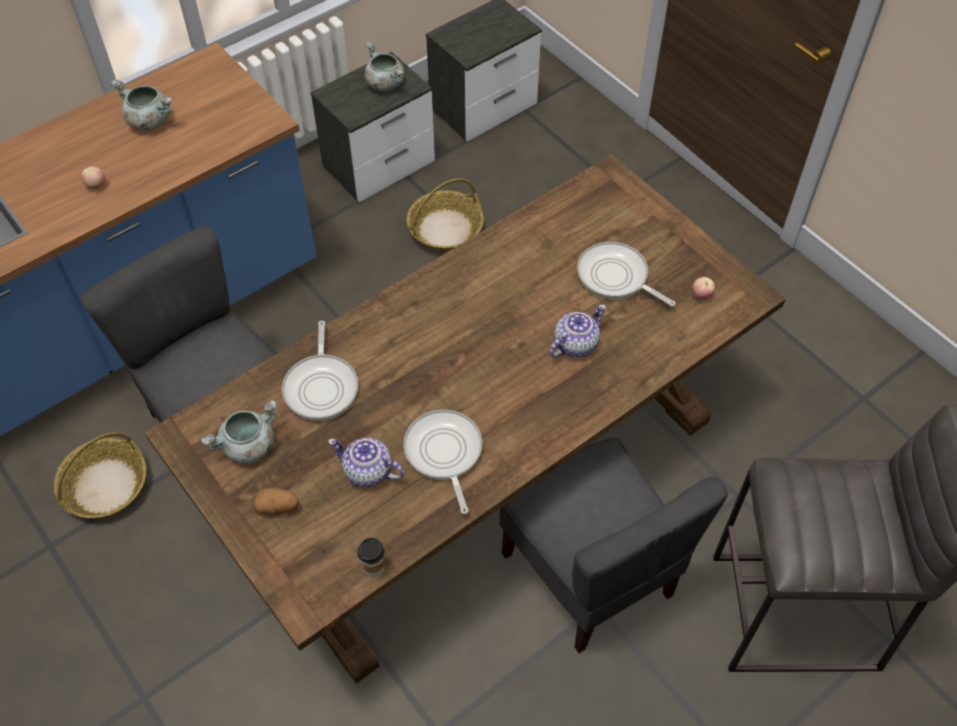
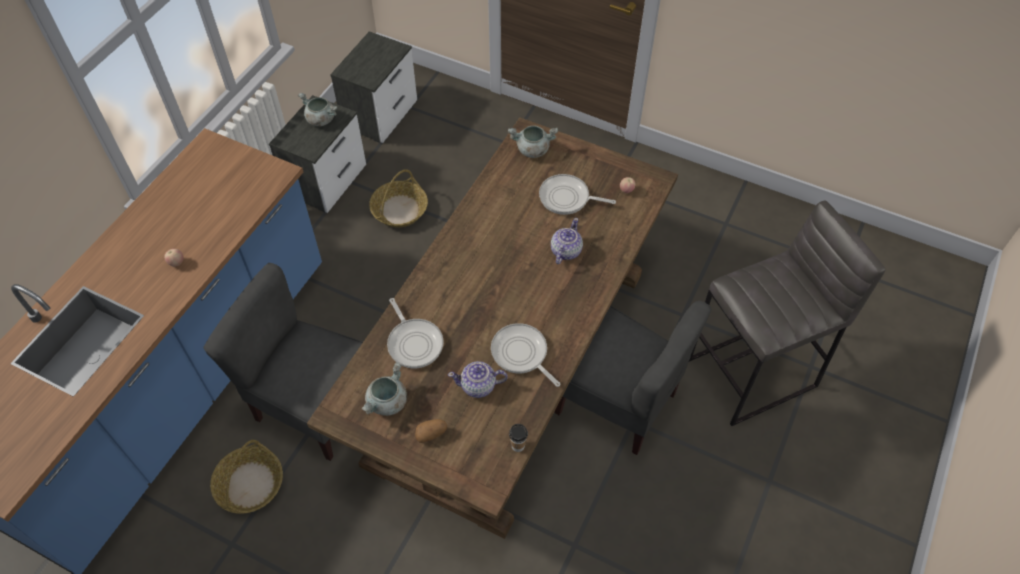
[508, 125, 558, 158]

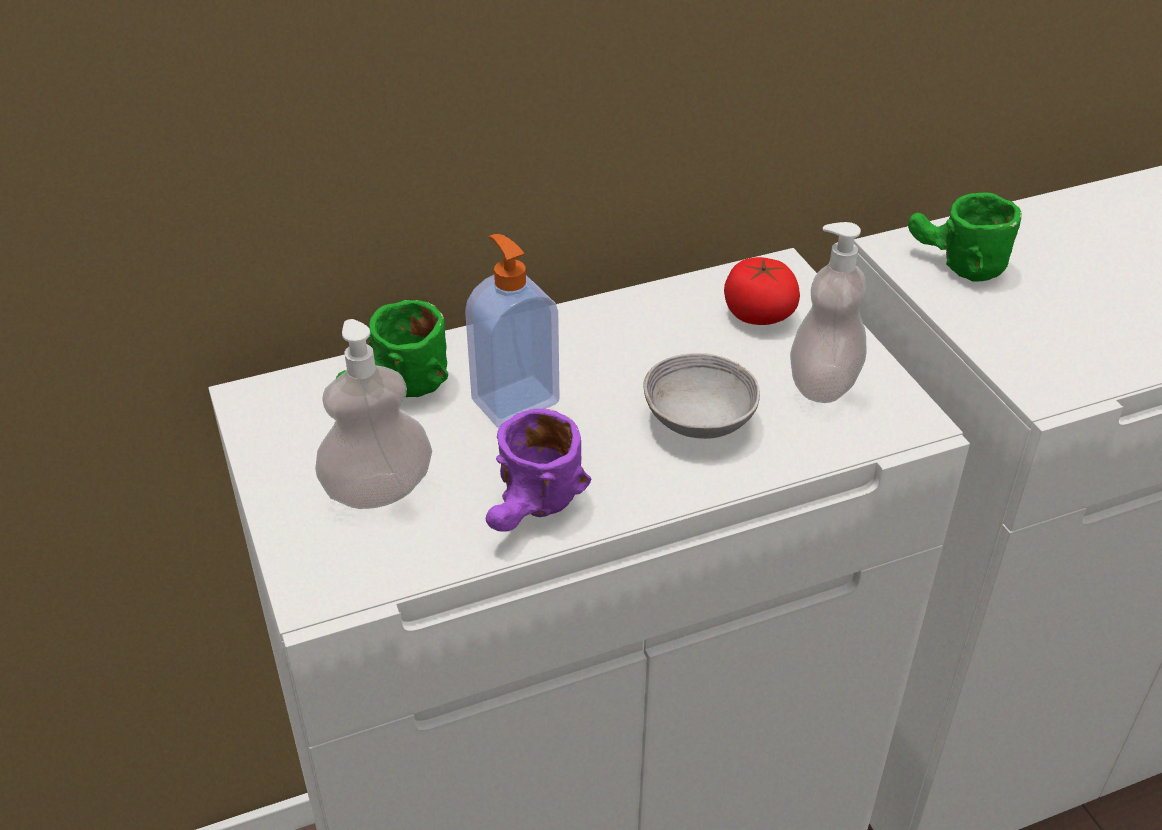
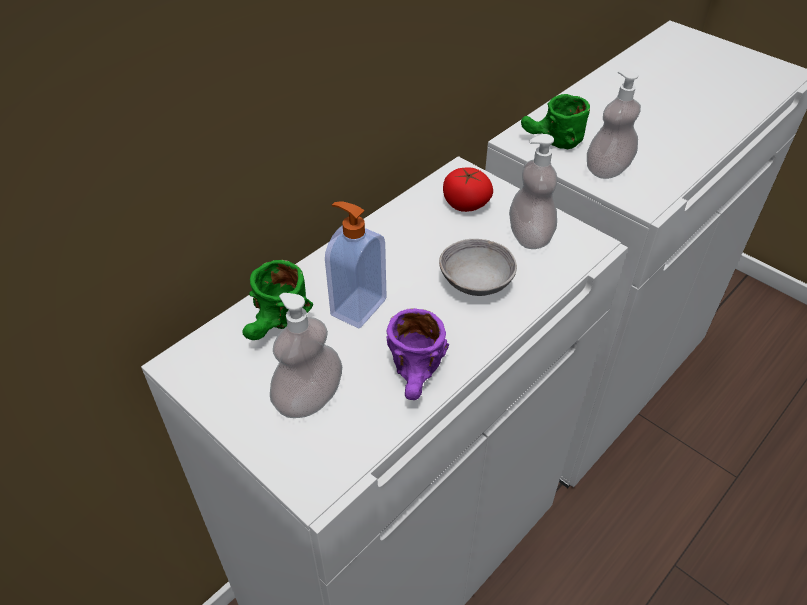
[587, 70, 641, 179]

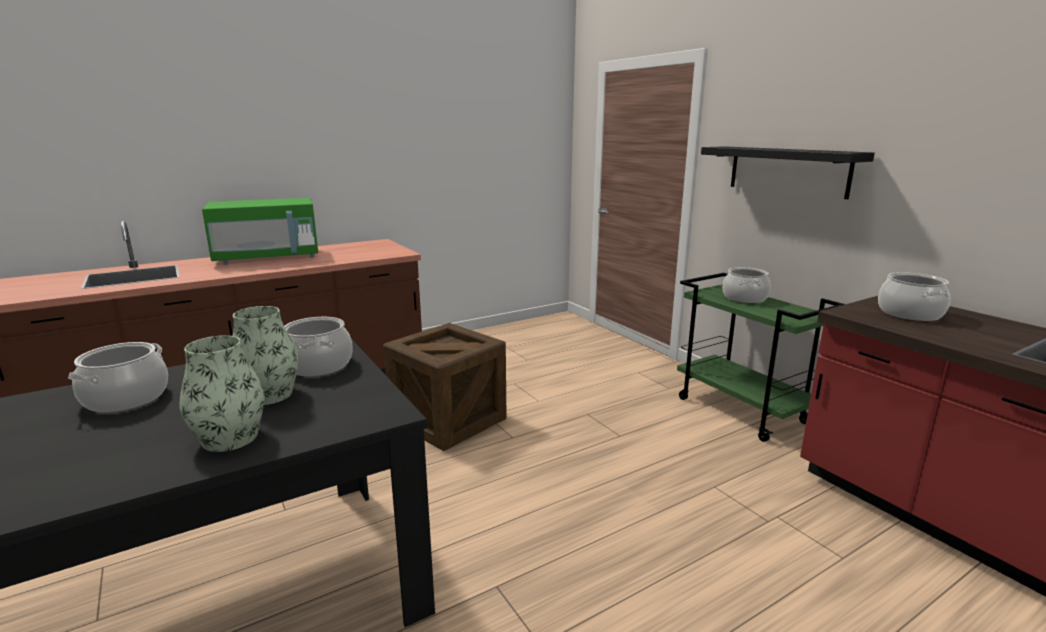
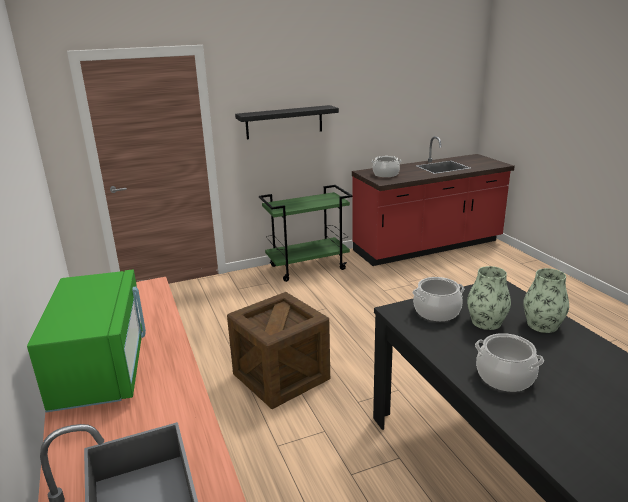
[723, 267, 771, 303] (first image)

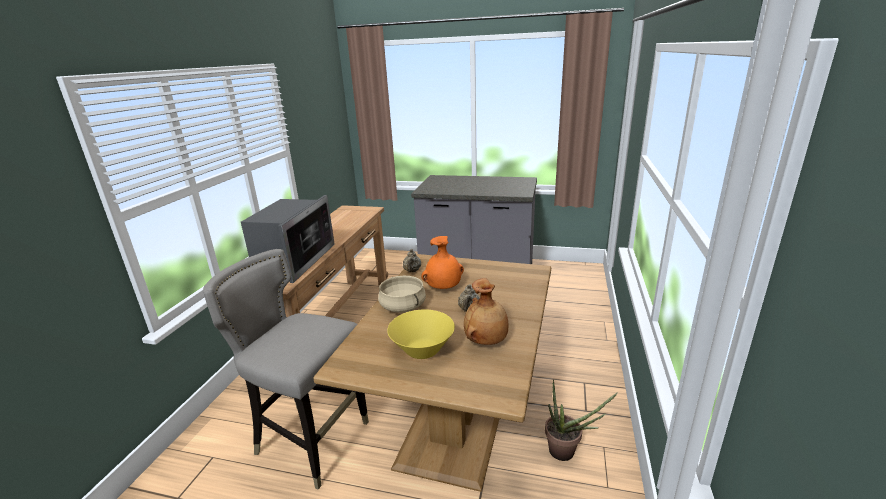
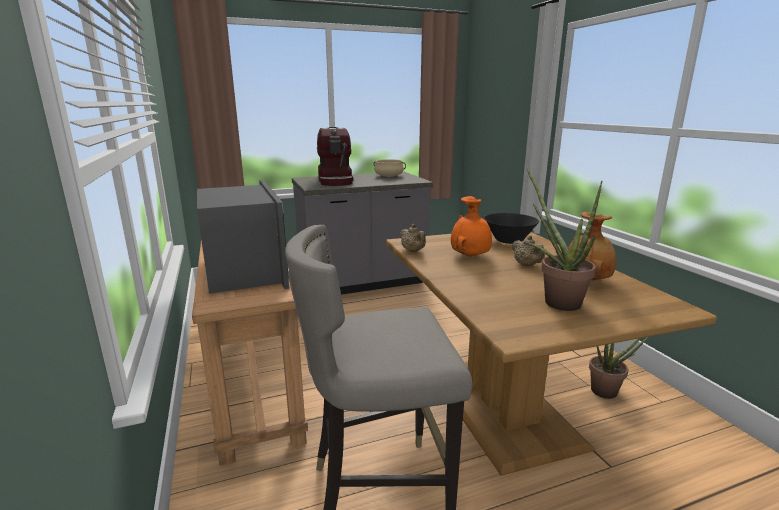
[374, 159, 406, 177]
[527, 168, 603, 311]
[317, 127, 354, 186]
[484, 213, 539, 244]

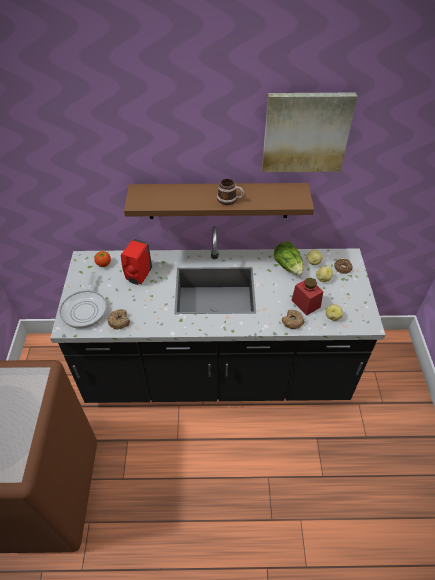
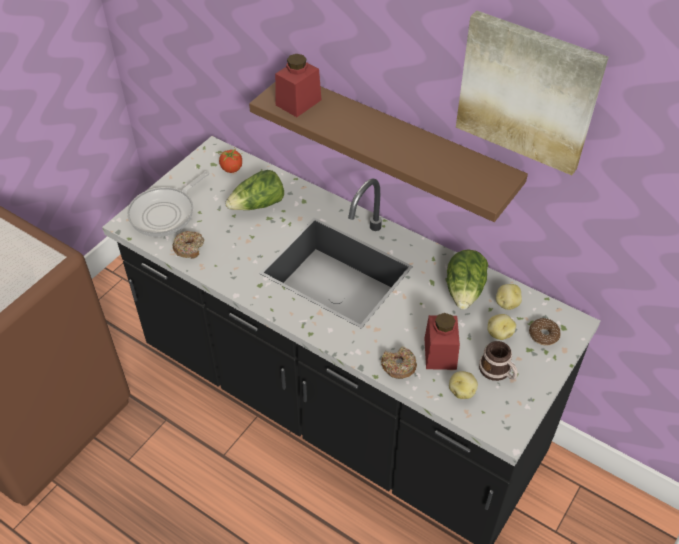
[479, 341, 518, 381]
[225, 170, 284, 210]
[275, 54, 321, 117]

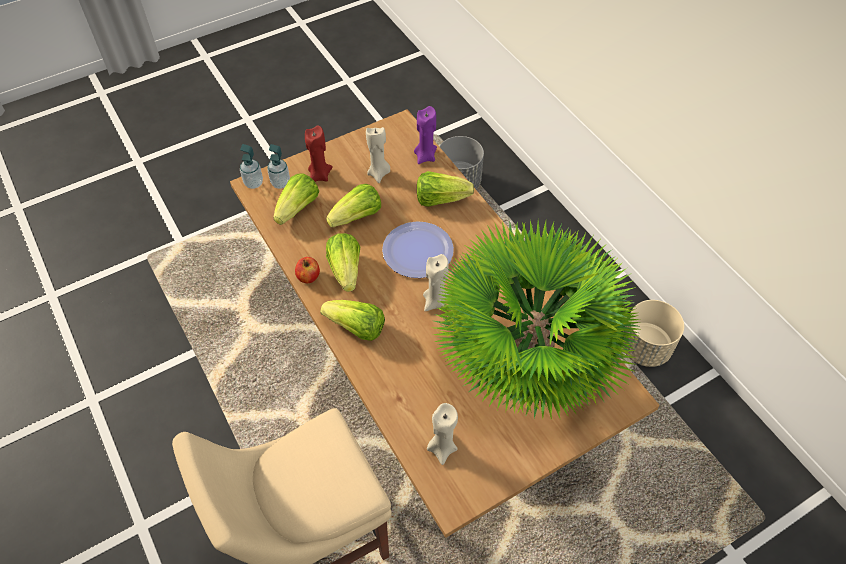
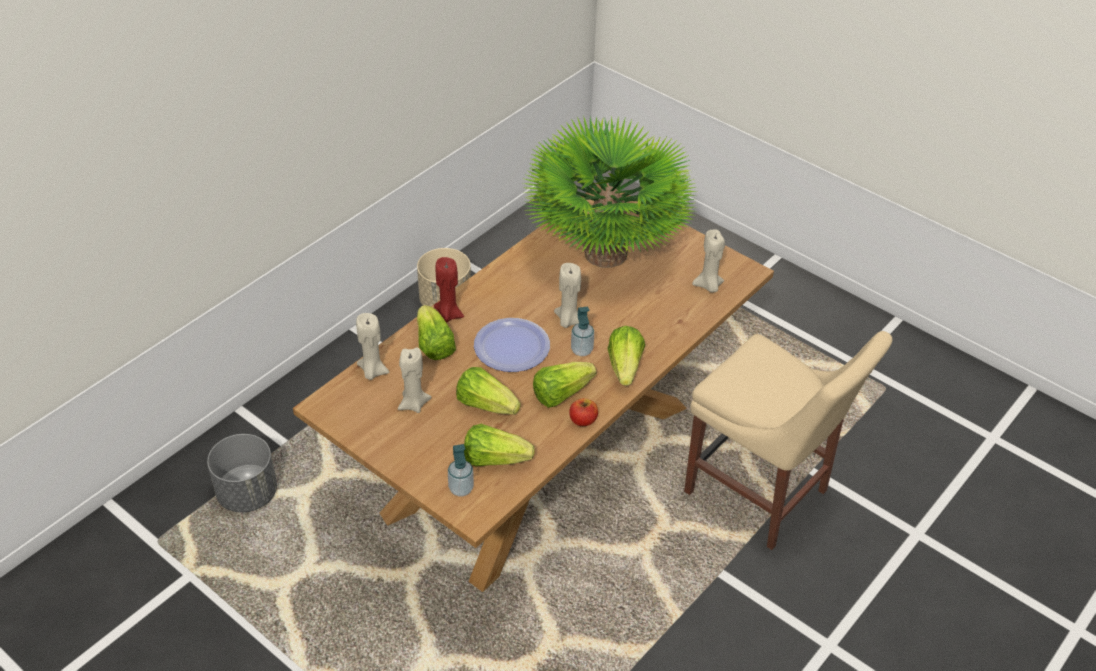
[356, 313, 390, 380]
[434, 257, 464, 323]
[571, 307, 594, 356]

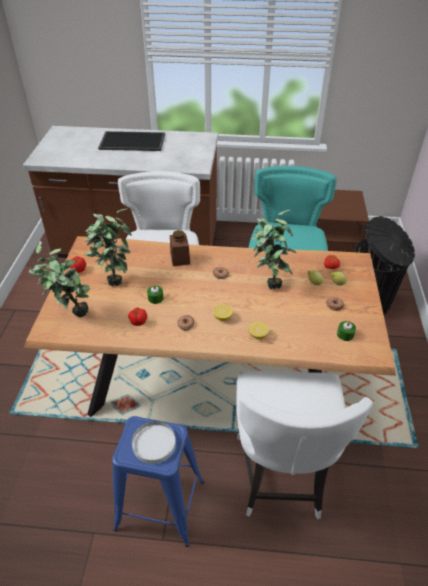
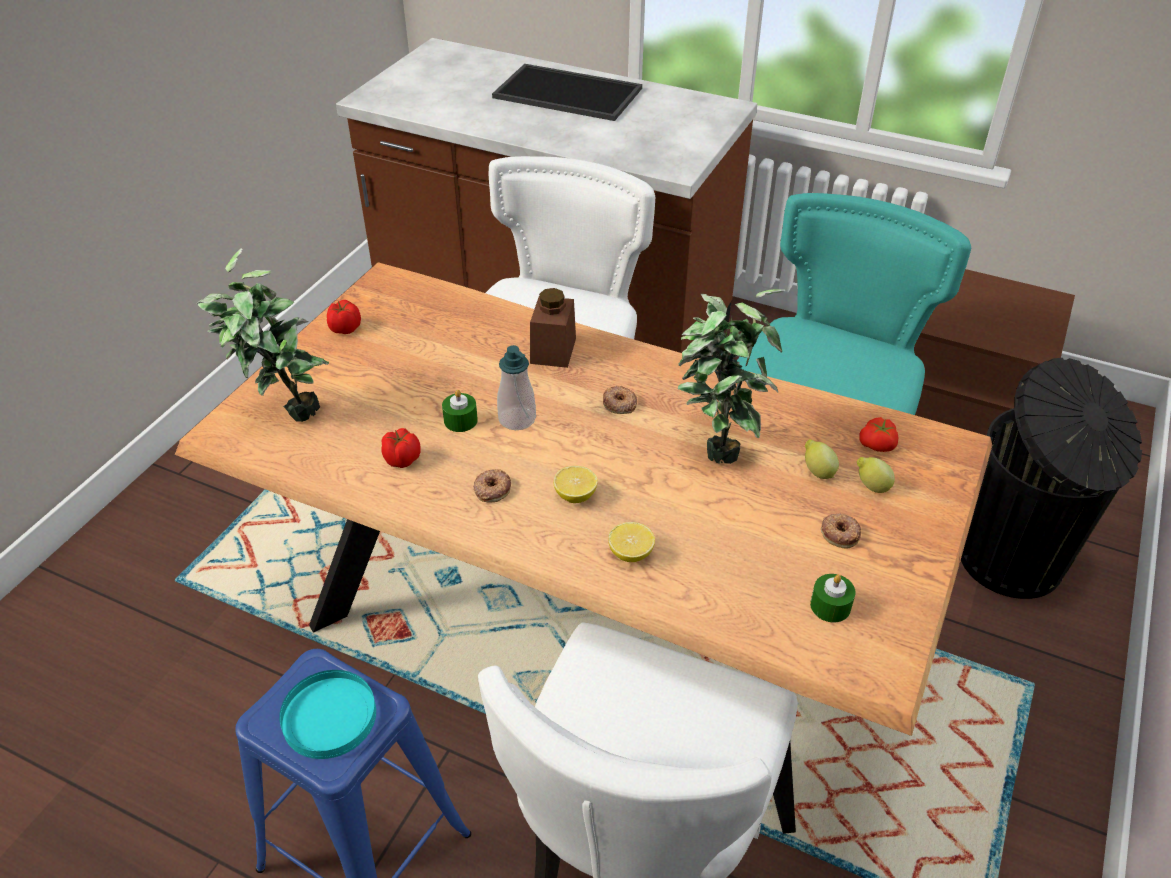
[85, 209, 132, 286] (first image)
[279, 670, 376, 759]
[497, 345, 536, 430]

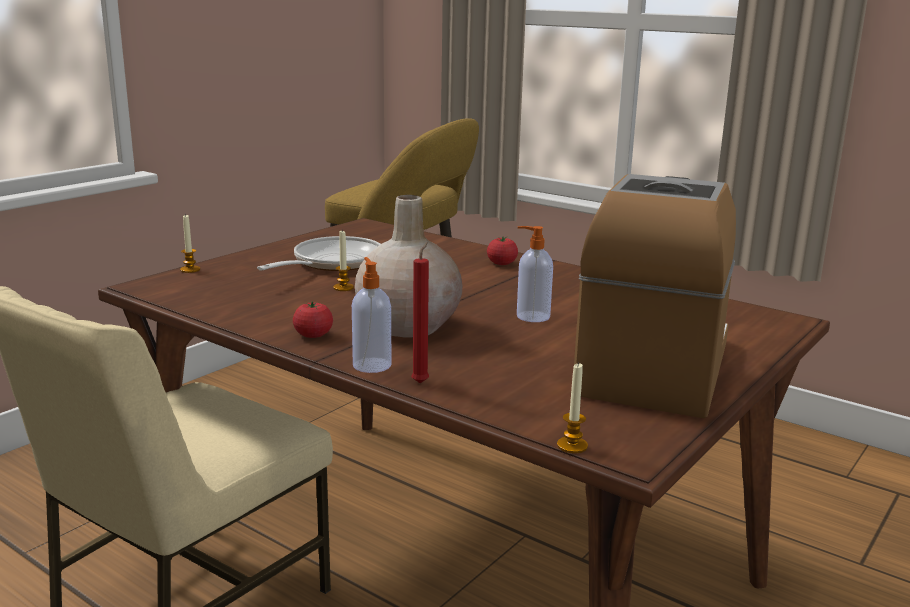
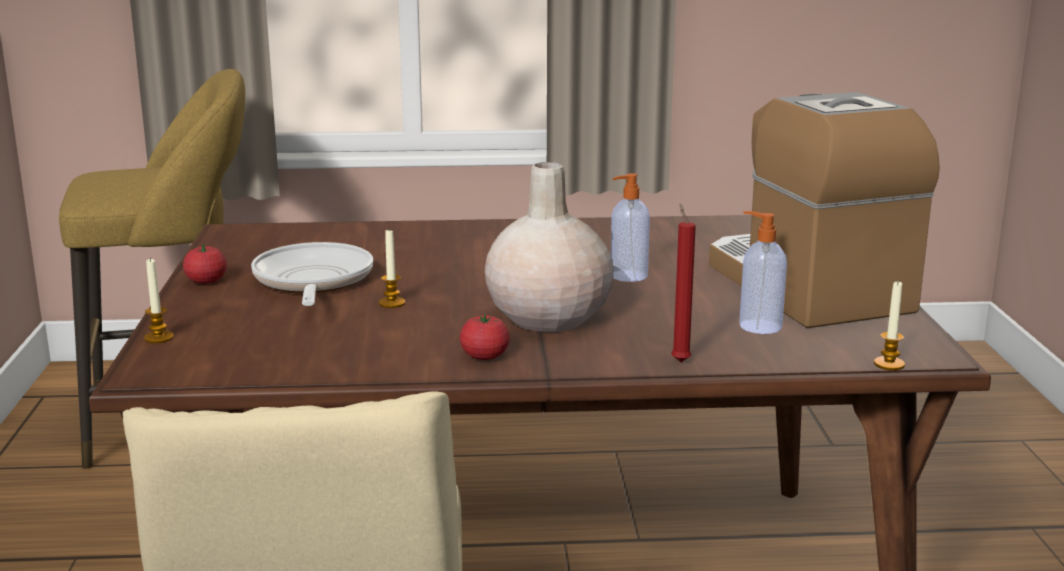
[183, 244, 227, 284]
[739, 211, 787, 334]

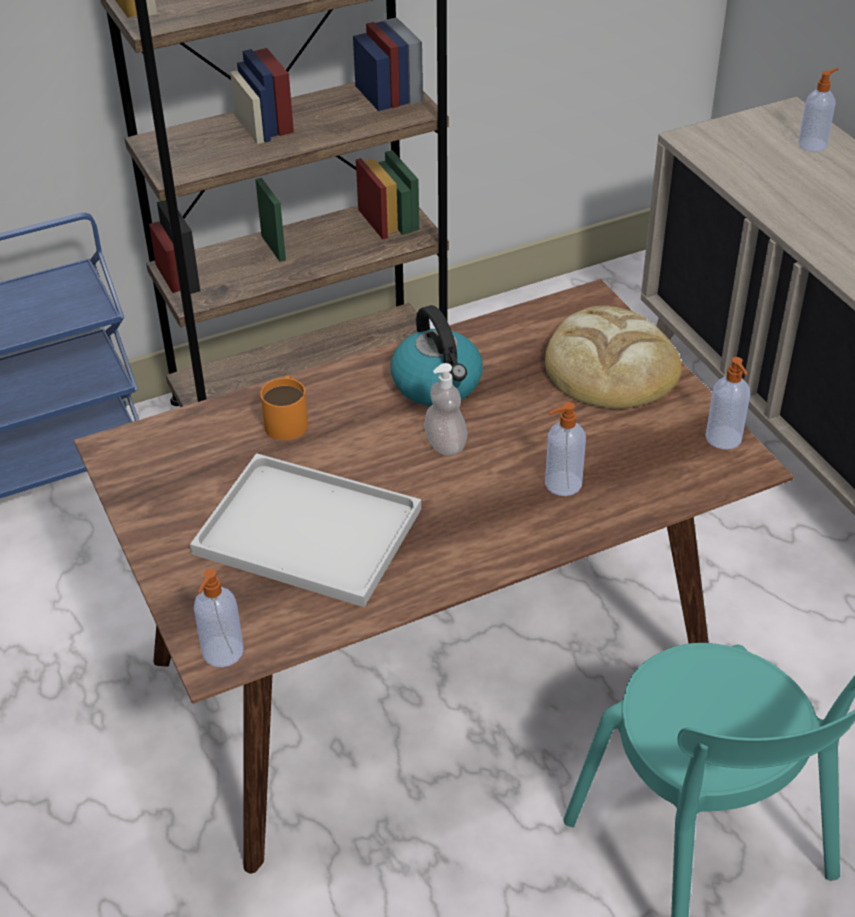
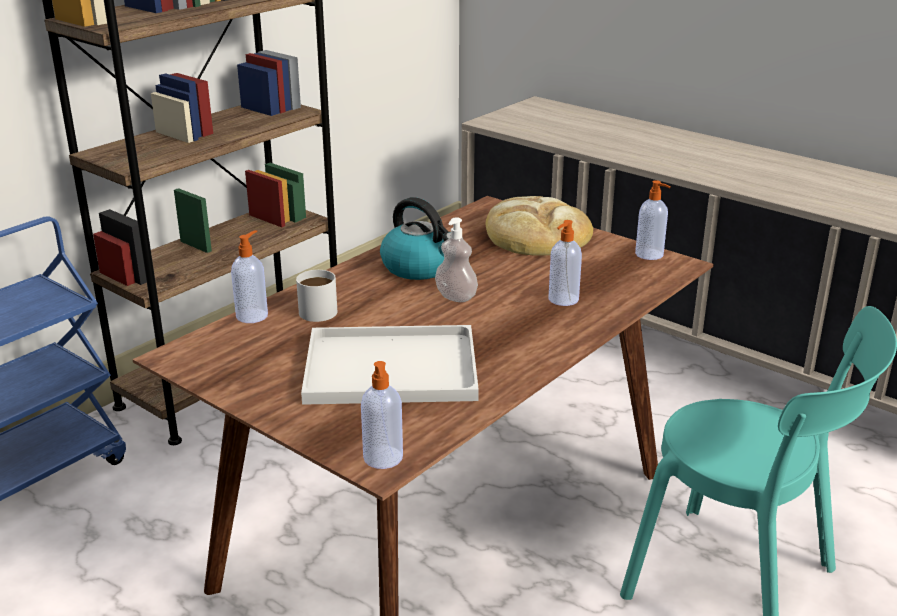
[231, 230, 268, 323]
[296, 270, 338, 322]

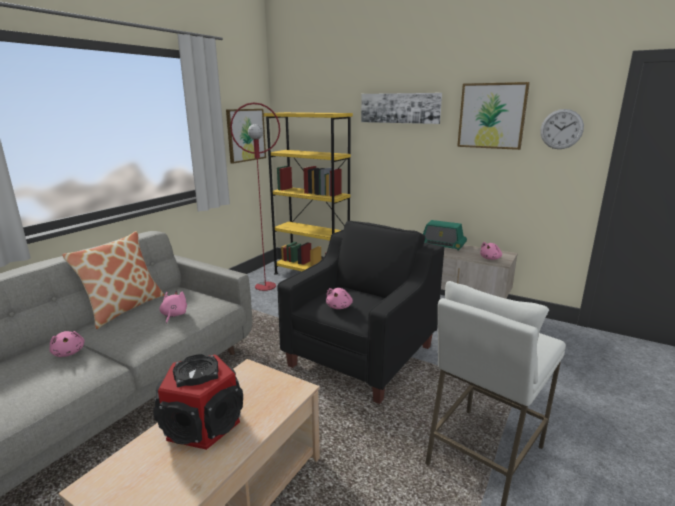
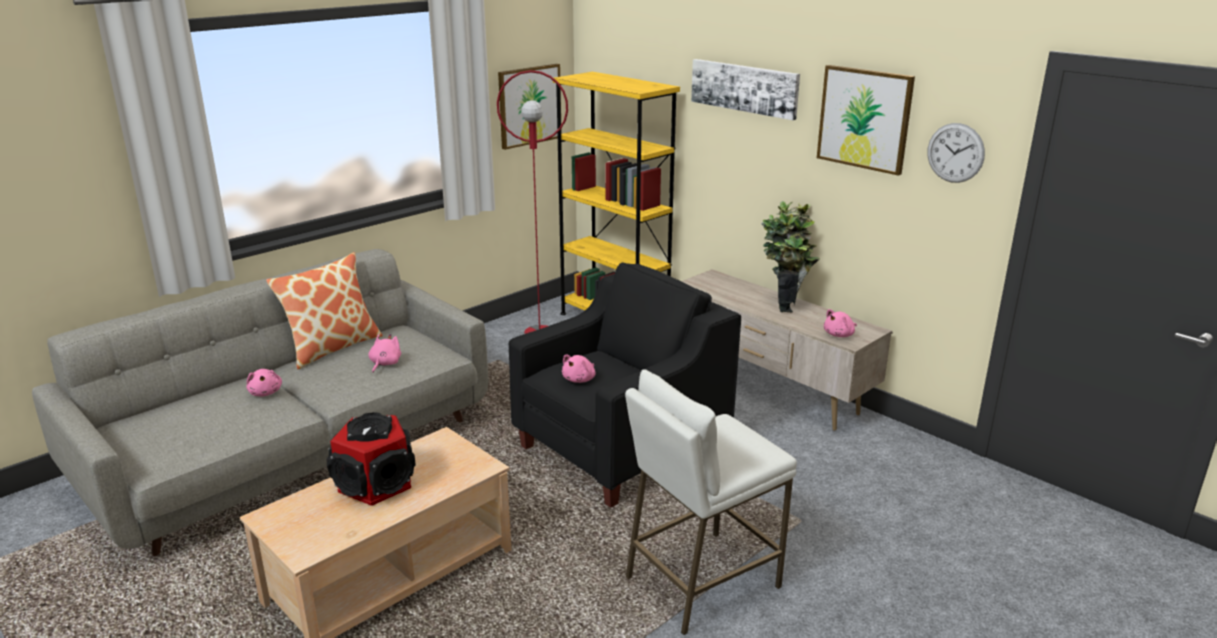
[762, 201, 820, 312]

